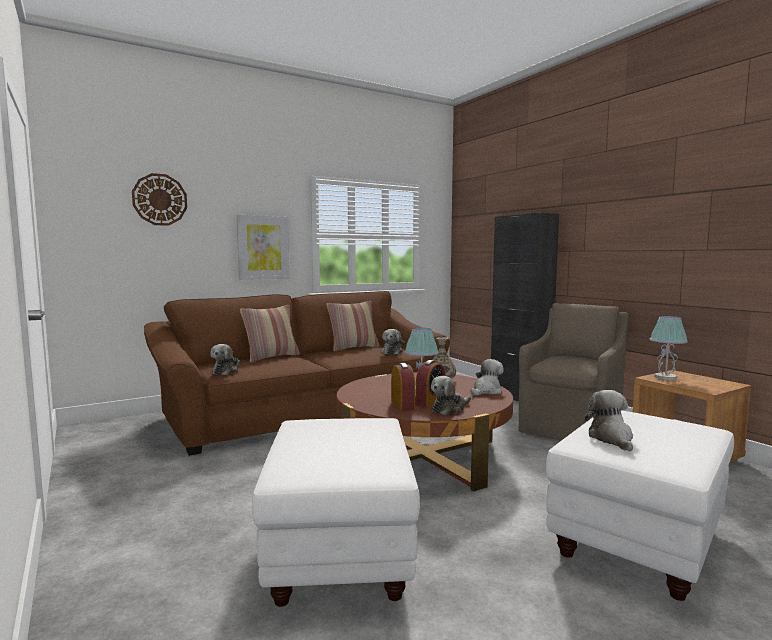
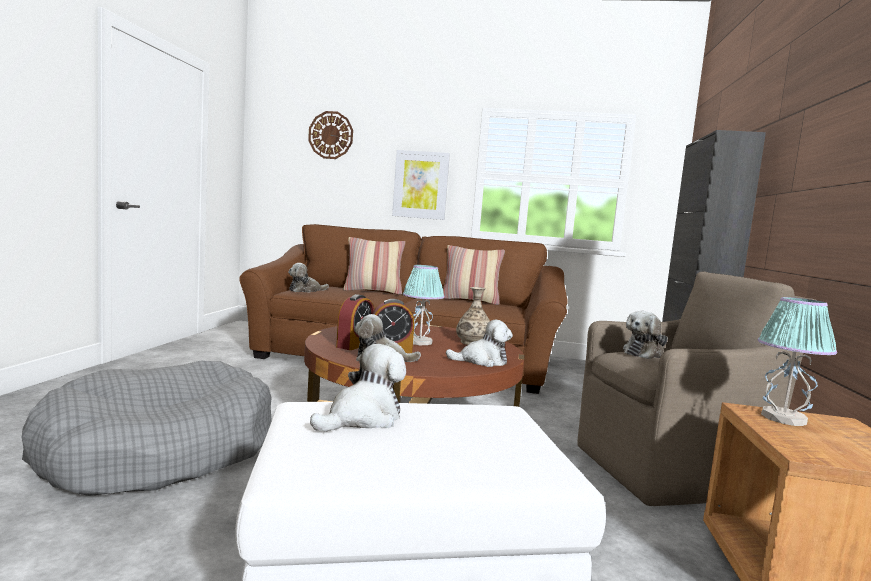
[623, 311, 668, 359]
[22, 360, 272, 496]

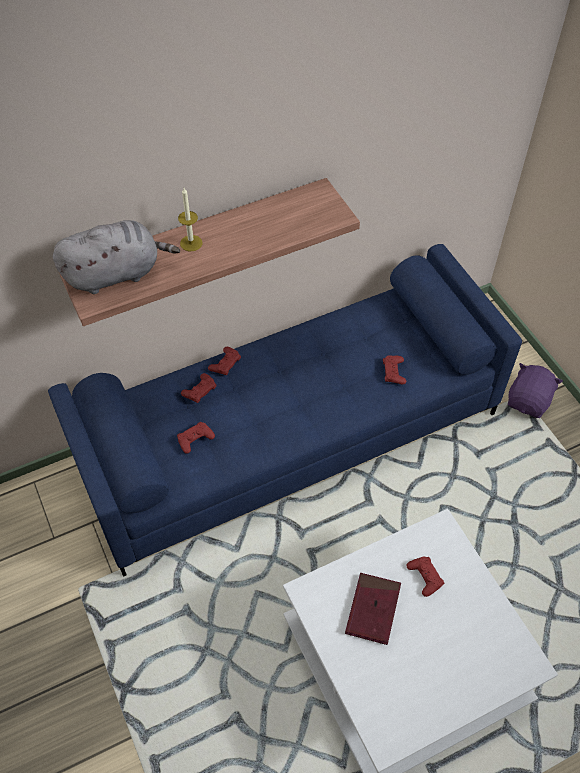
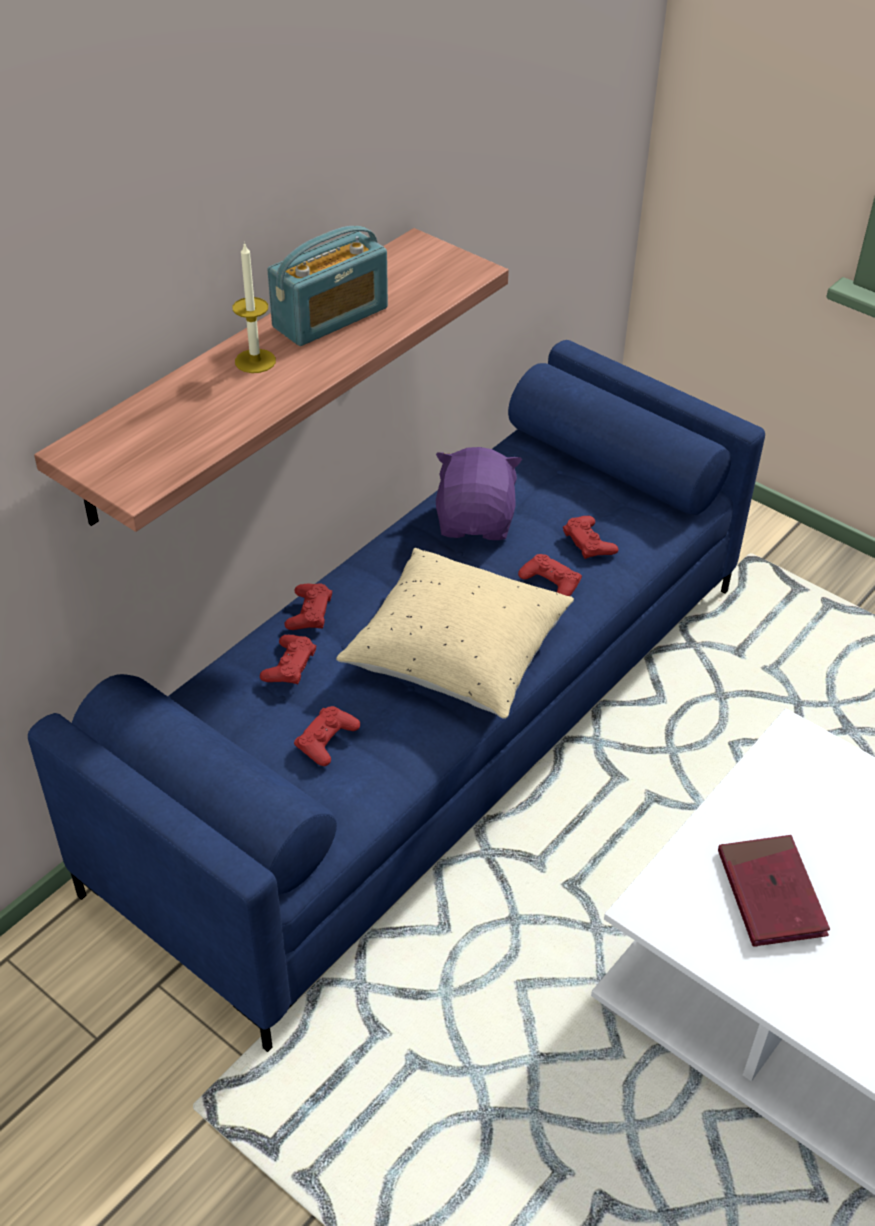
[53, 220, 180, 294] (first image)
[436, 447, 522, 540]
[518, 554, 582, 596]
[267, 226, 388, 346]
[336, 548, 574, 719]

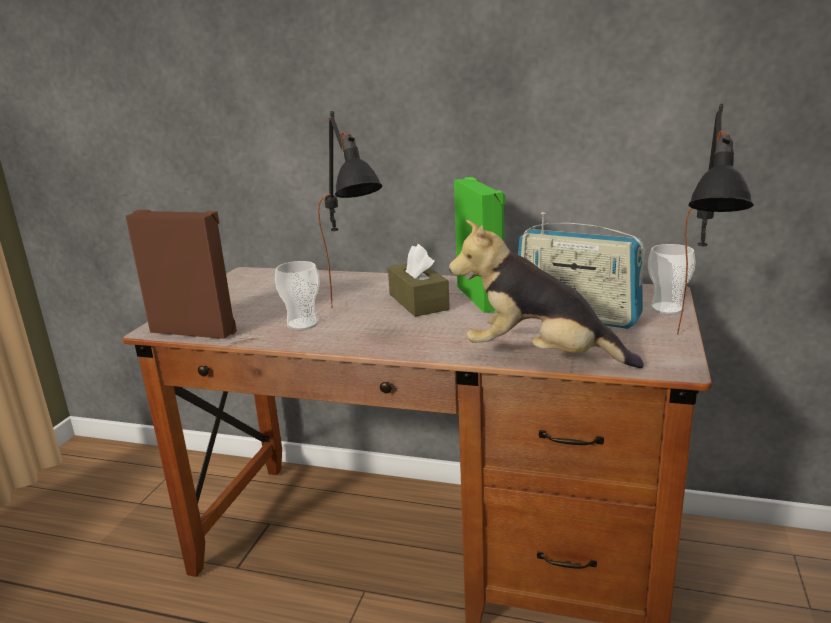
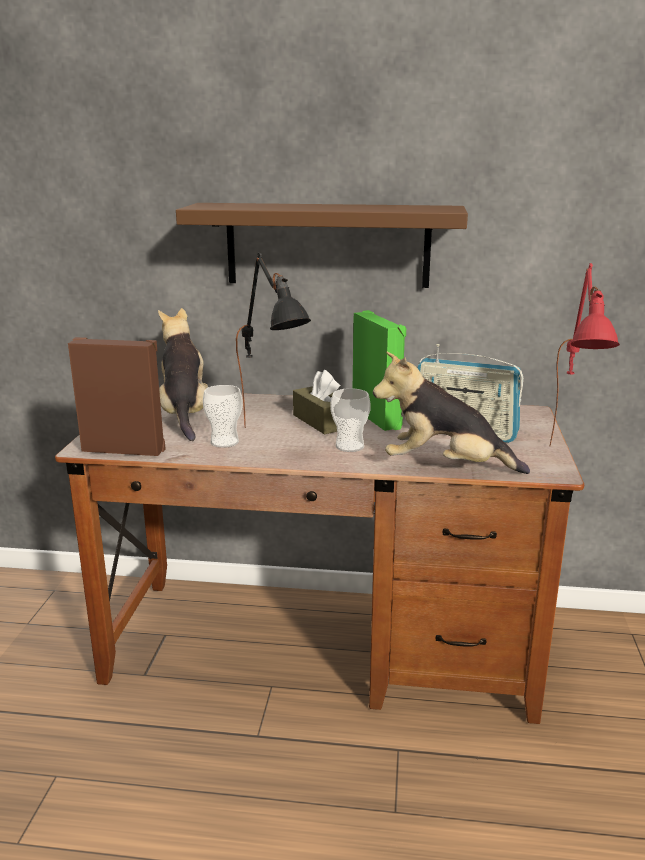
[550, 263, 620, 446]
[330, 388, 371, 452]
[176, 203, 468, 288]
[158, 308, 208, 441]

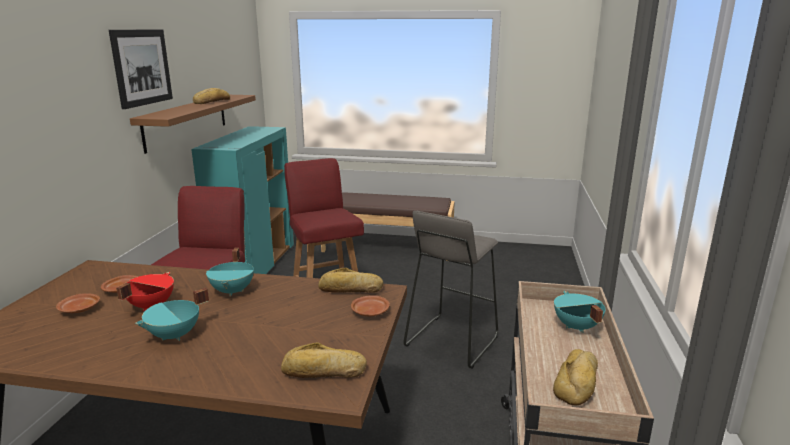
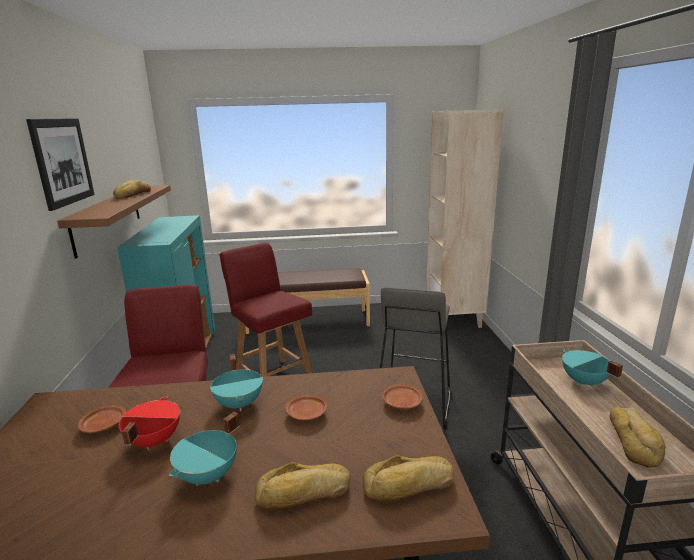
[255, 462, 350, 509]
[285, 395, 327, 420]
[426, 109, 504, 328]

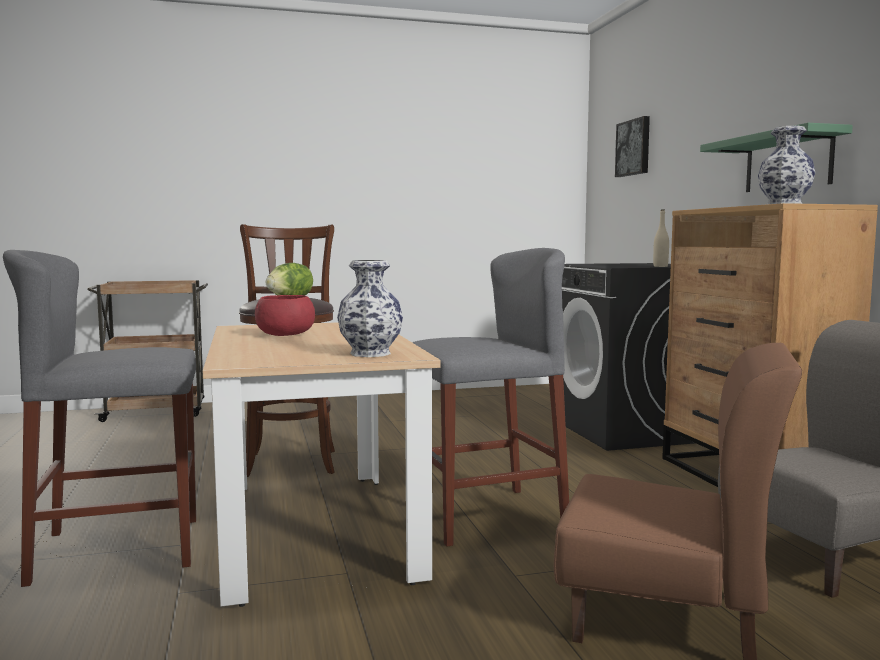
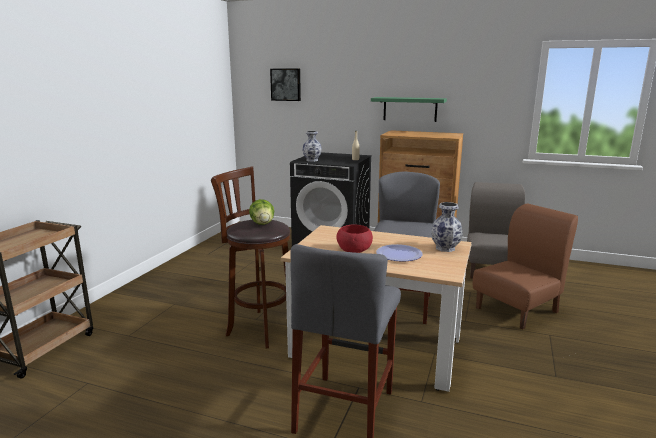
[302, 131, 322, 162]
[376, 244, 423, 261]

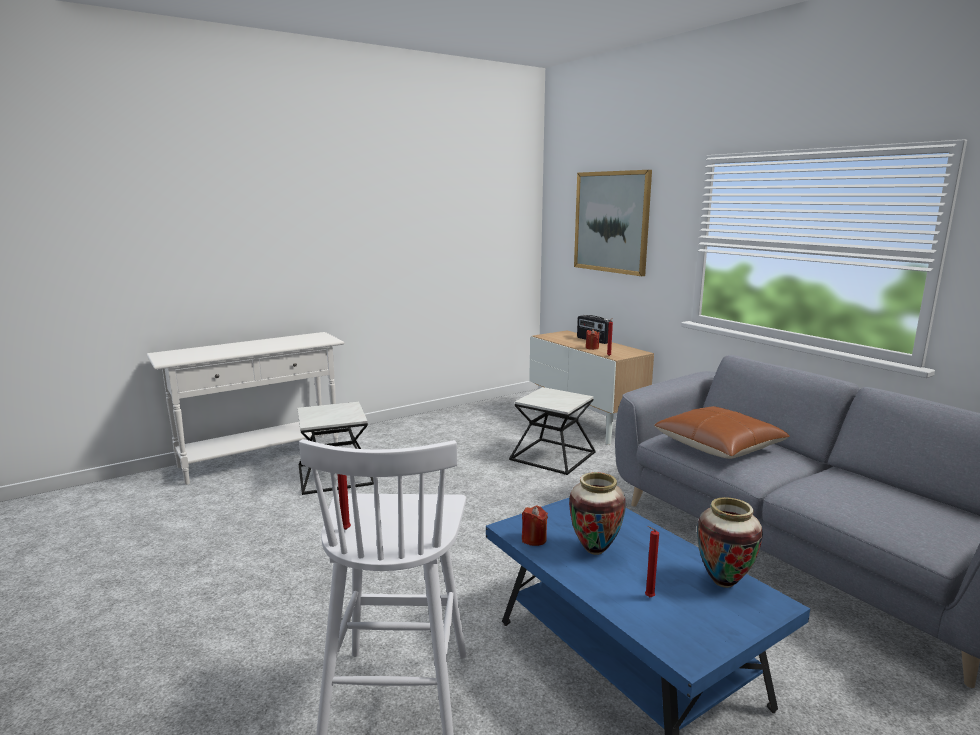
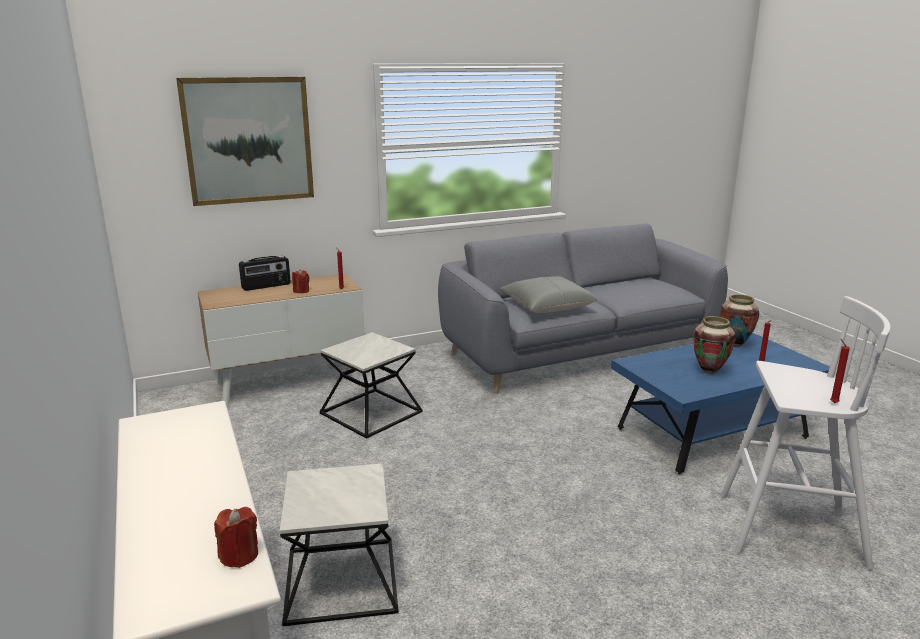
[499, 276, 598, 313]
[214, 507, 258, 568]

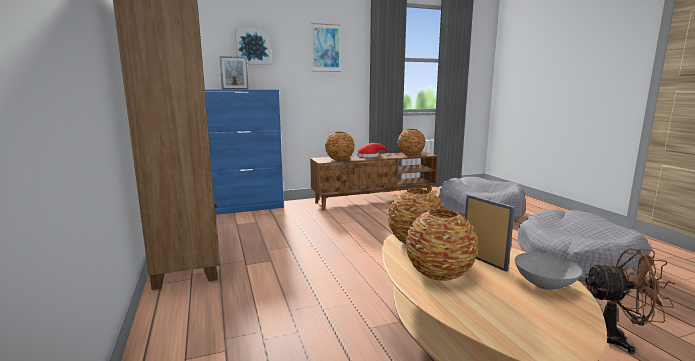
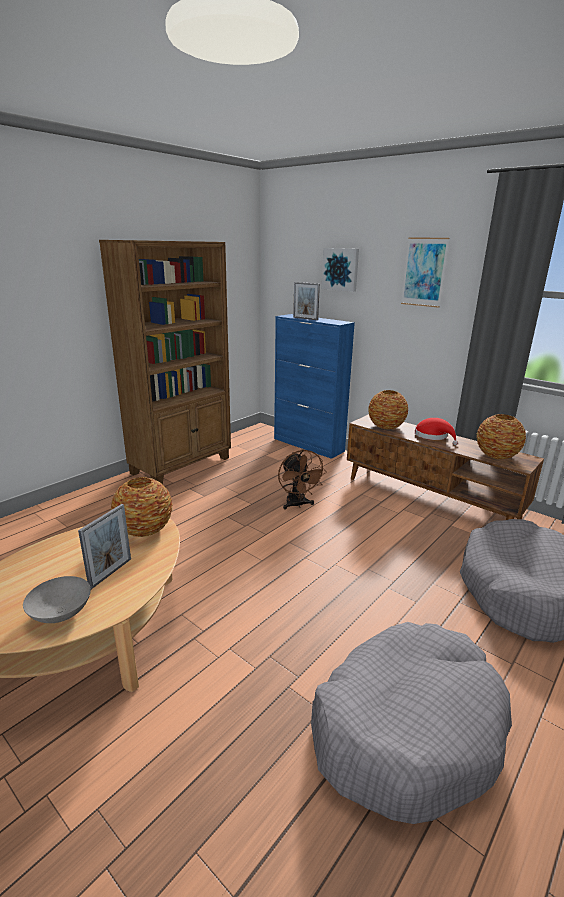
[405, 209, 478, 281] (first image)
[278, 450, 327, 509]

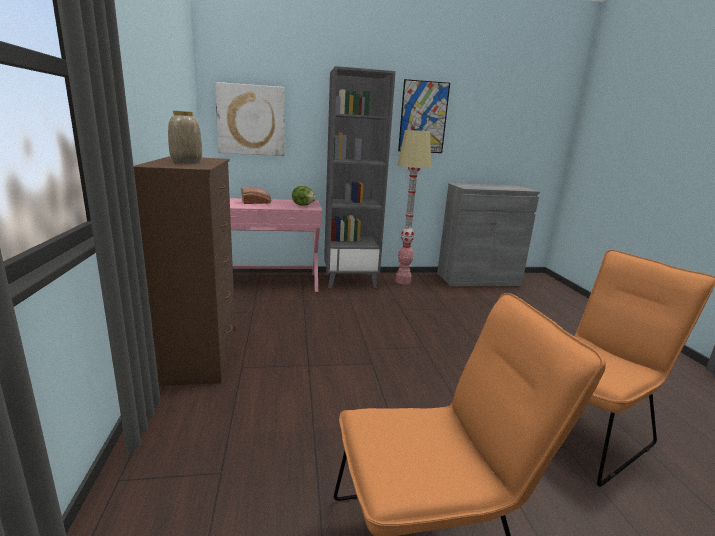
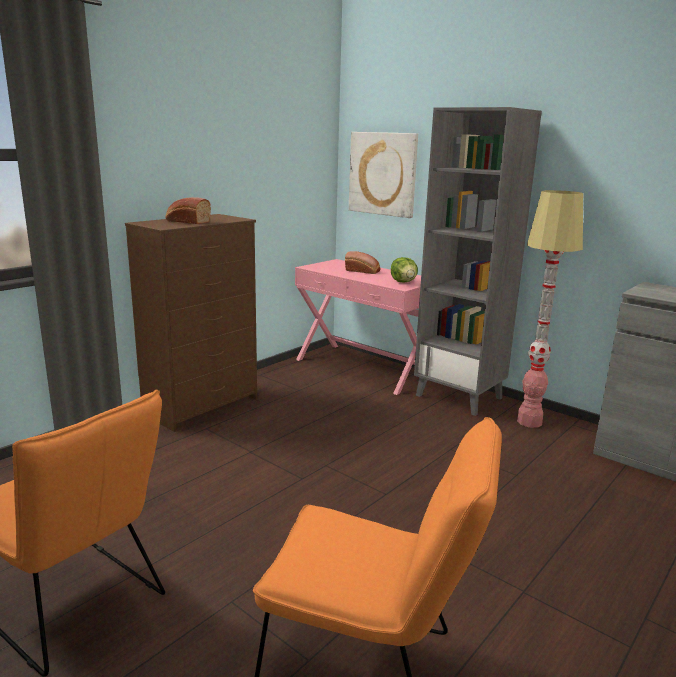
[398, 79, 450, 153] (first image)
[166, 197, 211, 224]

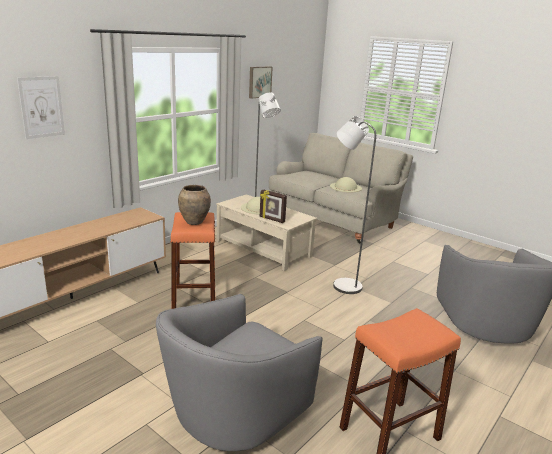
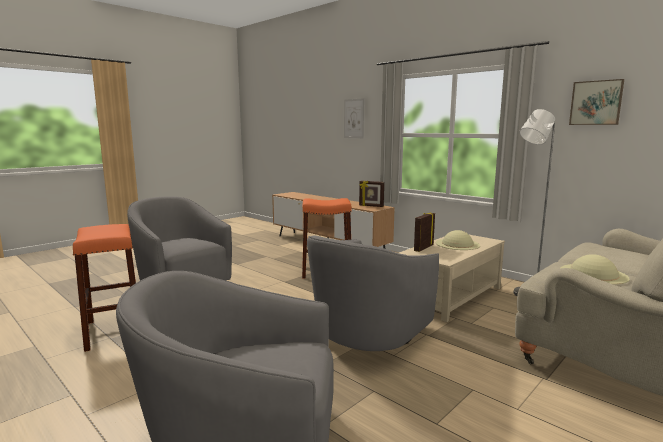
[307, 235, 439, 351]
[178, 185, 211, 225] (first image)
[359, 180, 384, 207]

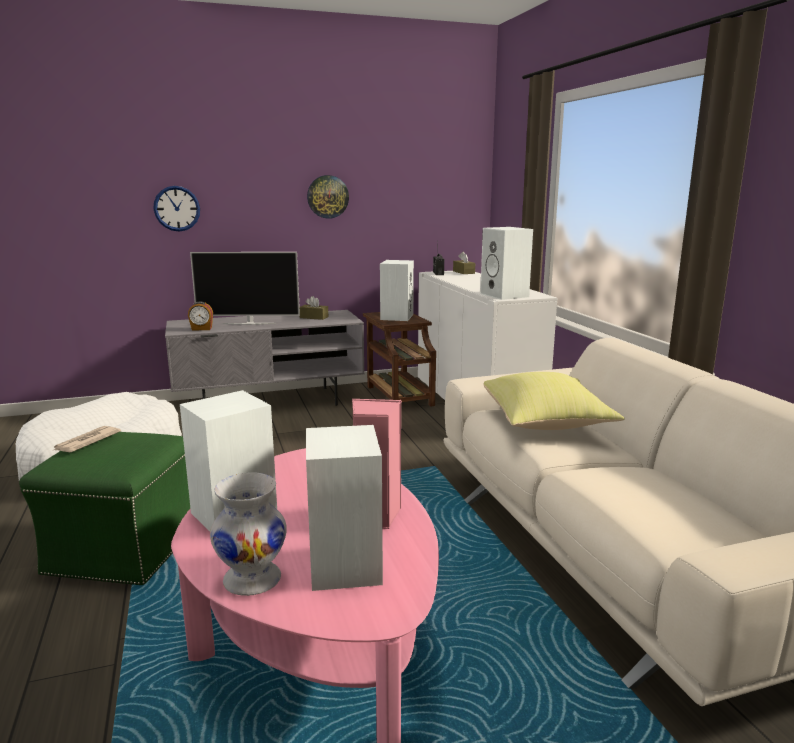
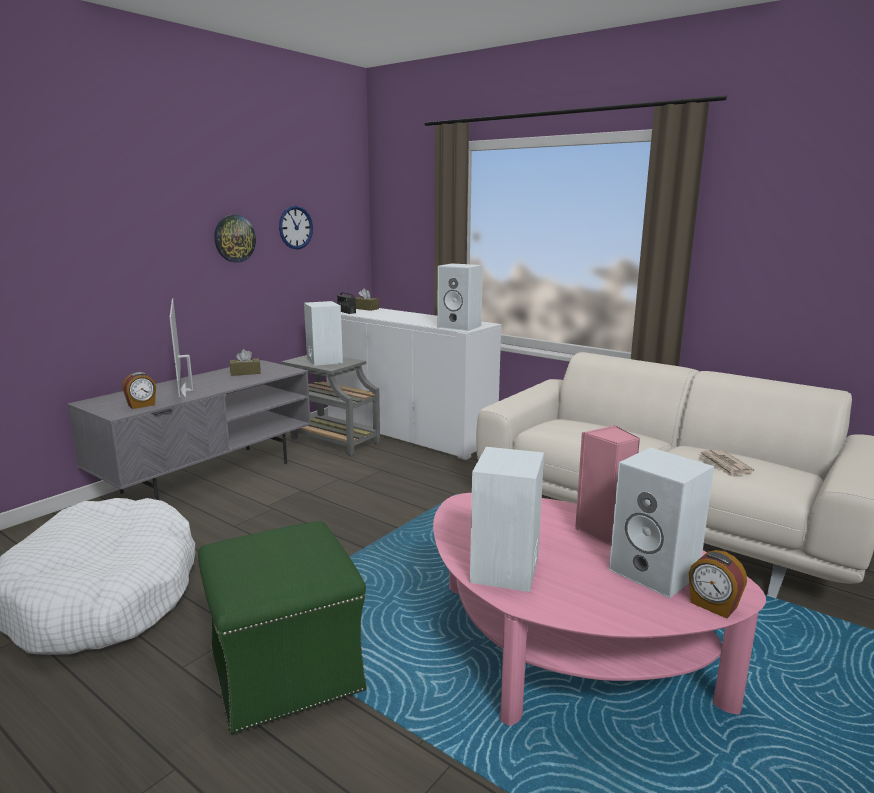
[279, 206, 313, 250]
[170, 299, 193, 399]
[281, 355, 380, 456]
[483, 372, 625, 430] (first image)
[698, 449, 754, 477]
[210, 473, 287, 596] (first image)
[689, 550, 747, 619]

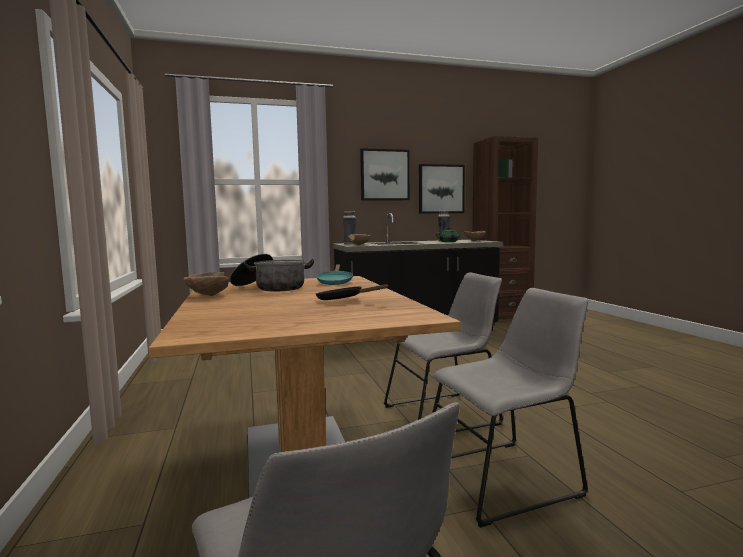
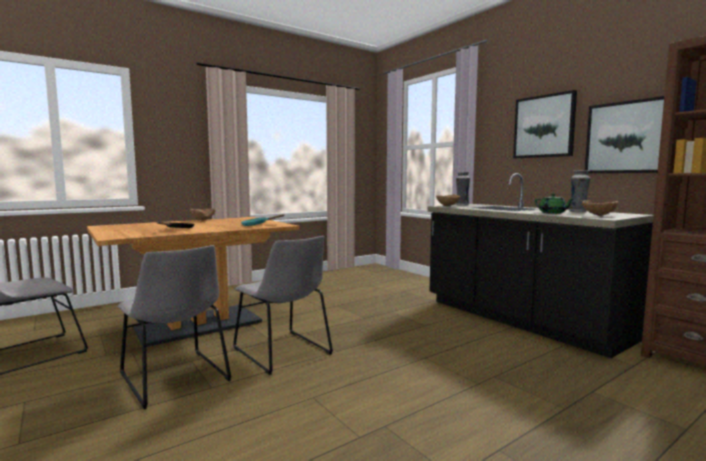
[230, 254, 314, 291] (first image)

